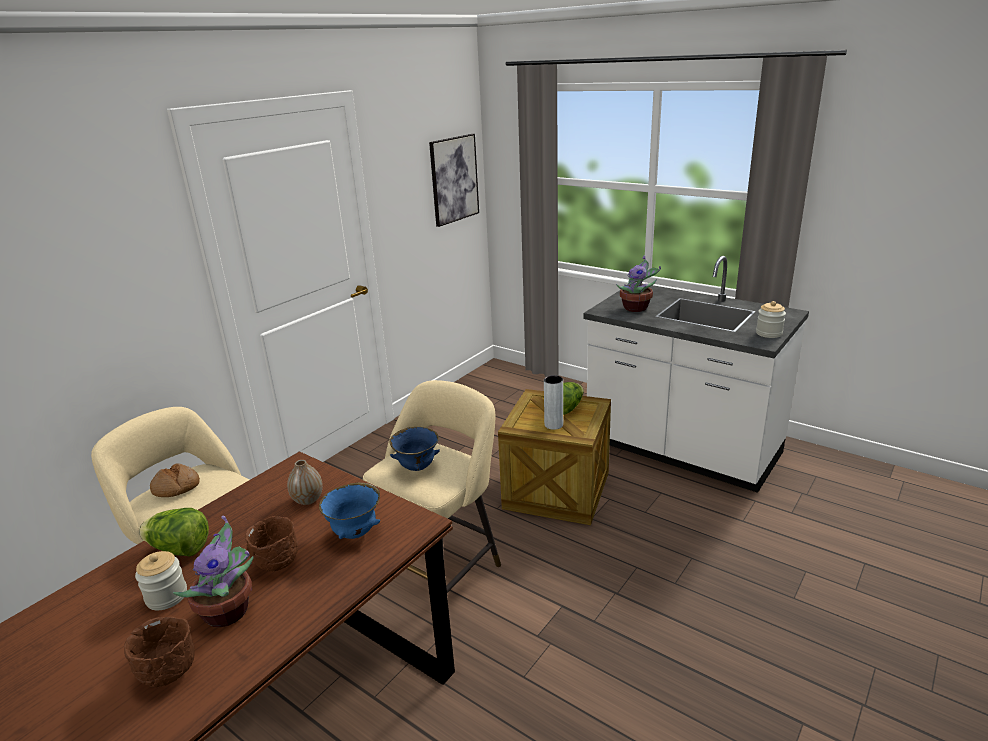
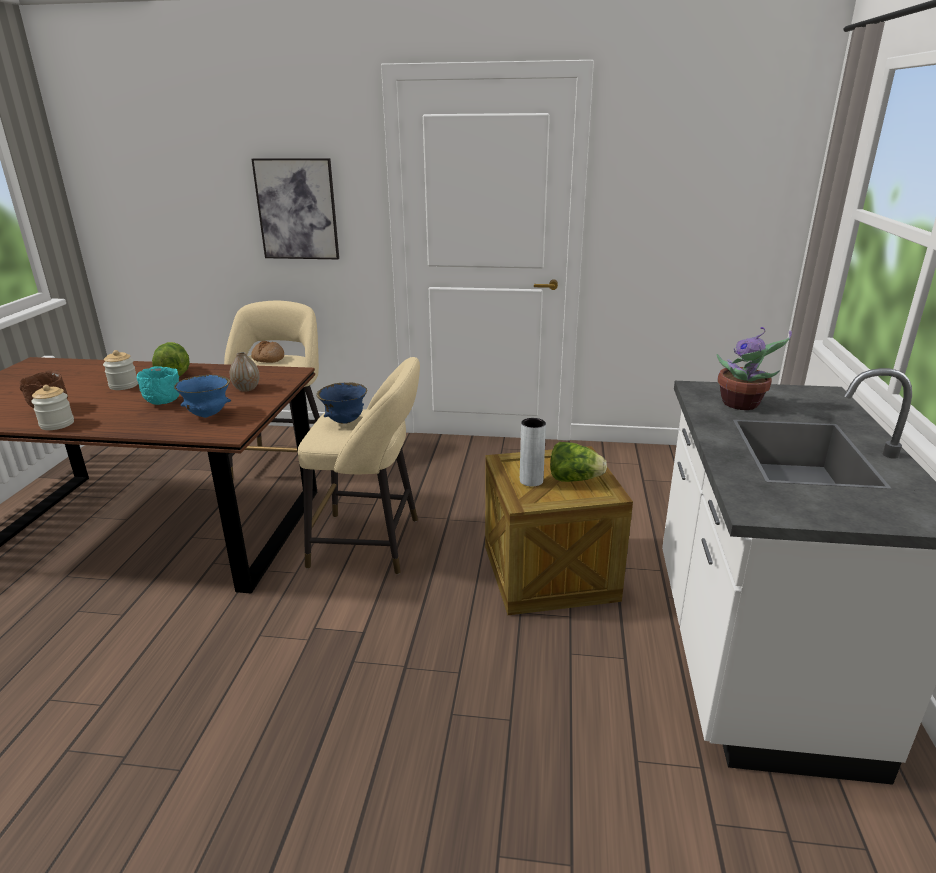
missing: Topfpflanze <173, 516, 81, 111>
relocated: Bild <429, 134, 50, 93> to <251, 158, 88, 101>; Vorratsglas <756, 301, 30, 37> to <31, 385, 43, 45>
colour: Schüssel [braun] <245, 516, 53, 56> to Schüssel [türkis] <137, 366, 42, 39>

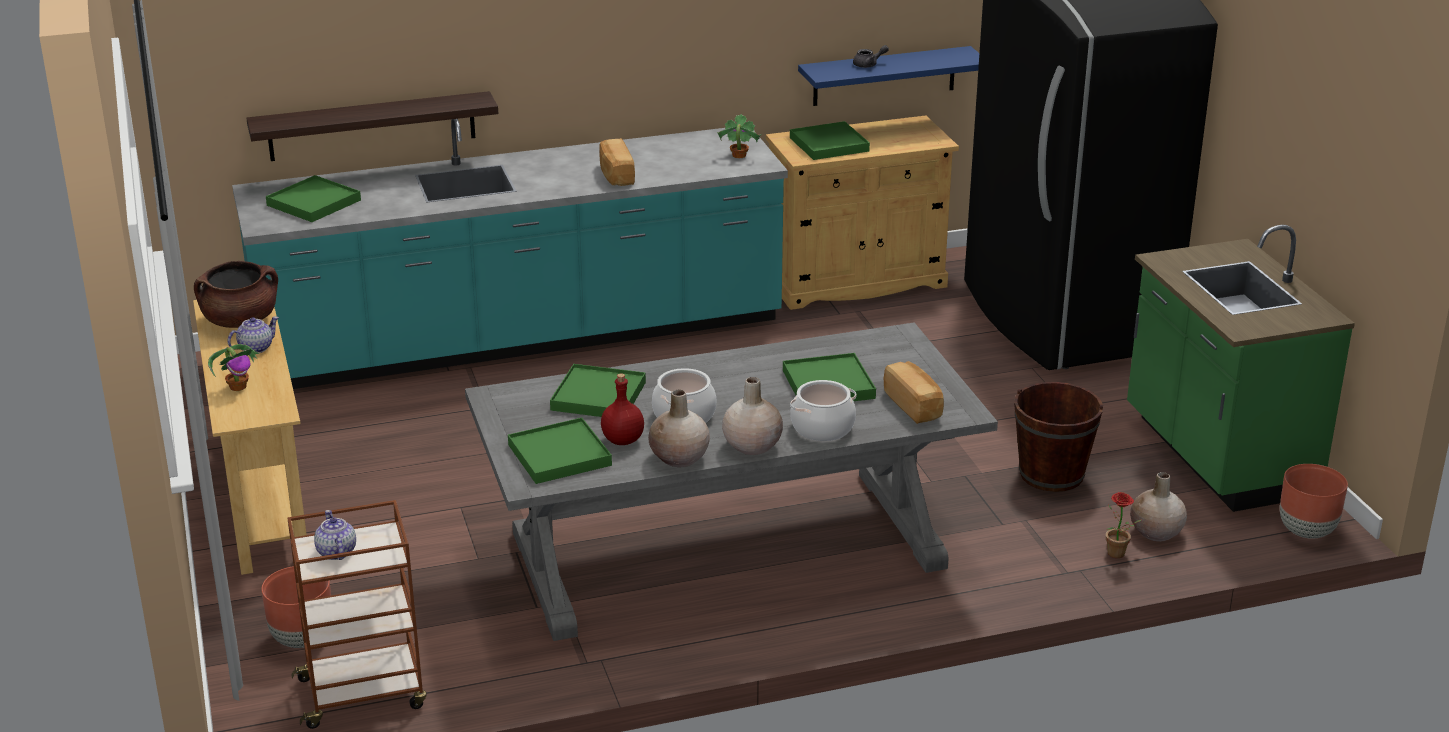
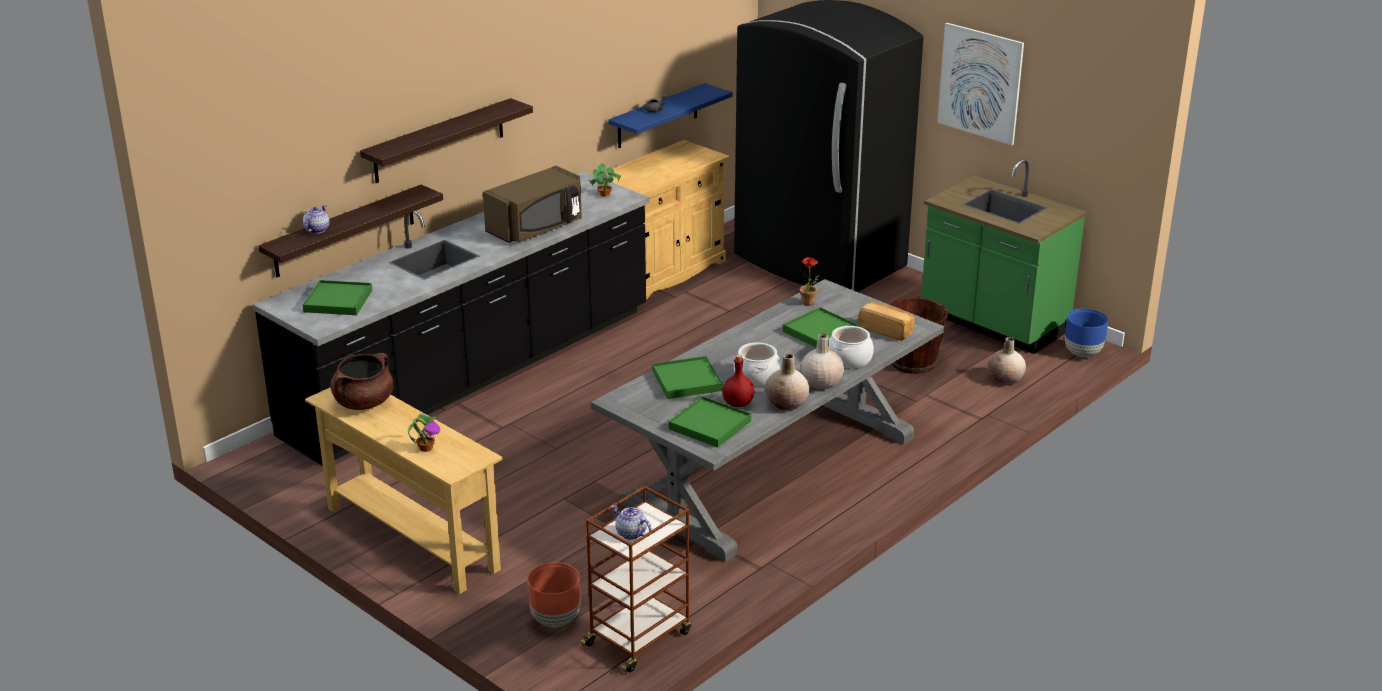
missing: Tablett [grün] <790, 121, 80, 39>
appeared: Bild <937, 23, 87, 122>; Wandregal <360, 98, 173, 85>
relocated: Teekanne <228, 316, 51, 37> to <303, 205, 27, 29>; Topfpflanze <1106, 492, 35, 66> to <799, 257, 20, 49>
exchanged: Brot <599, 138, 36, 48> to Mikrowelle [braun] <483, 166, 99, 77>
colour: Küchenzeile [türkis] <232, 119, 556, 270> to Küchenzeile [schwarz] <253, 172, 397, 294>; Pflanzkübel [braun] <1280, 464, 68, 75> to Pflanzkübel [blau] <1065, 308, 43, 49>

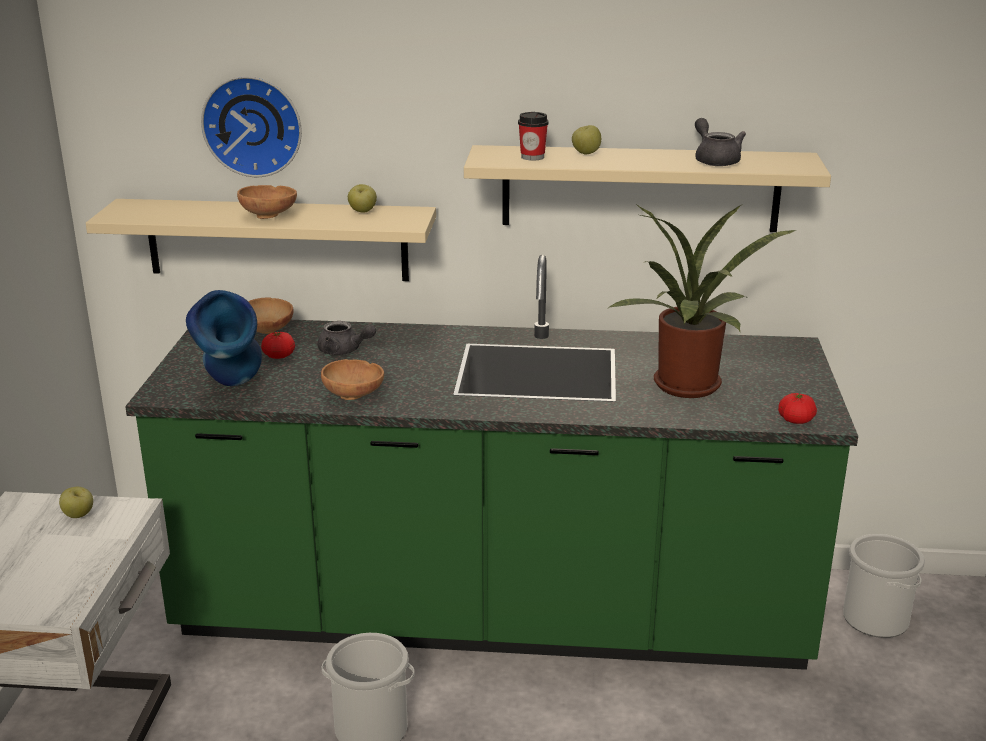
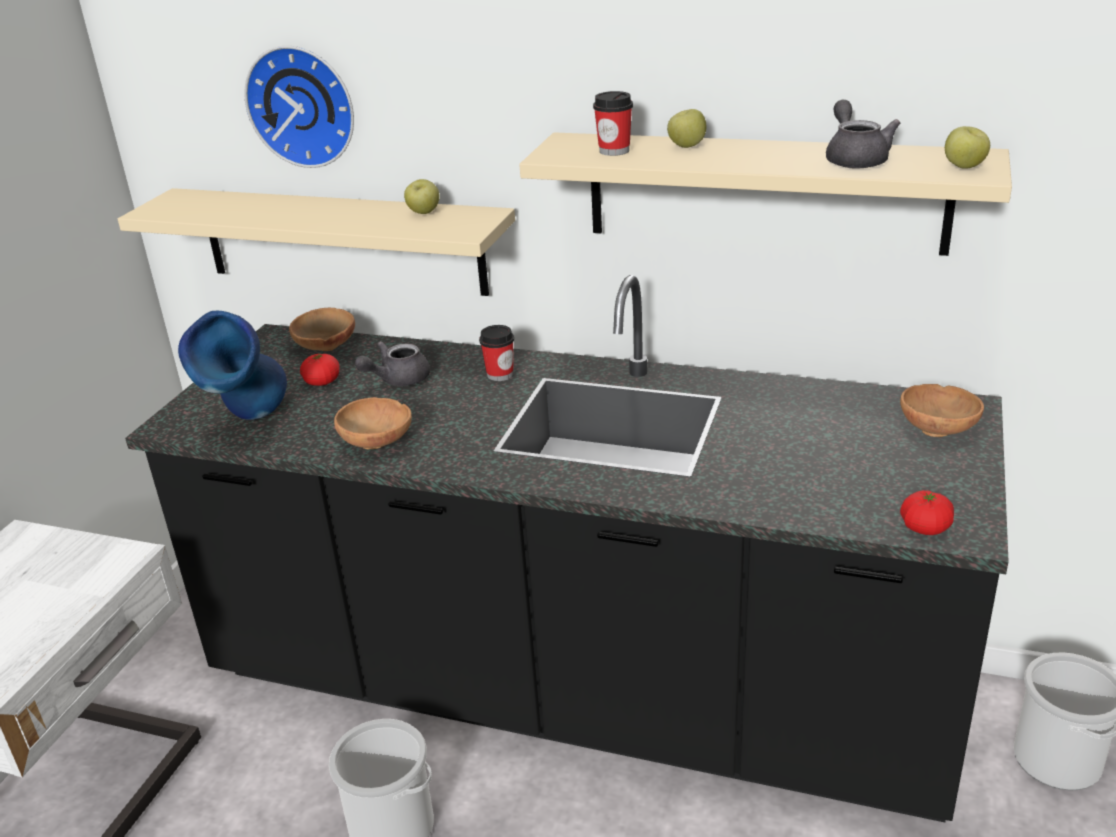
missing: Topfpflanze <607, 205, 190, 193>
appeared: Tasse <479, 325, 35, 56>
relocated: Schüssel [braun] <237, 185, 60, 34> to <900, 384, 84, 53>; Apfel <59, 487, 34, 31> to <945, 126, 45, 43>
colour: Küchenzeile [grün] <125, 255, 733, 415> to Küchenzeile [schwarz] <125, 275, 884, 547>
spun: Teekanne [grau] <318, 321, 58, 34> = <355, 341, 75, 45> 105 degrees clockwise

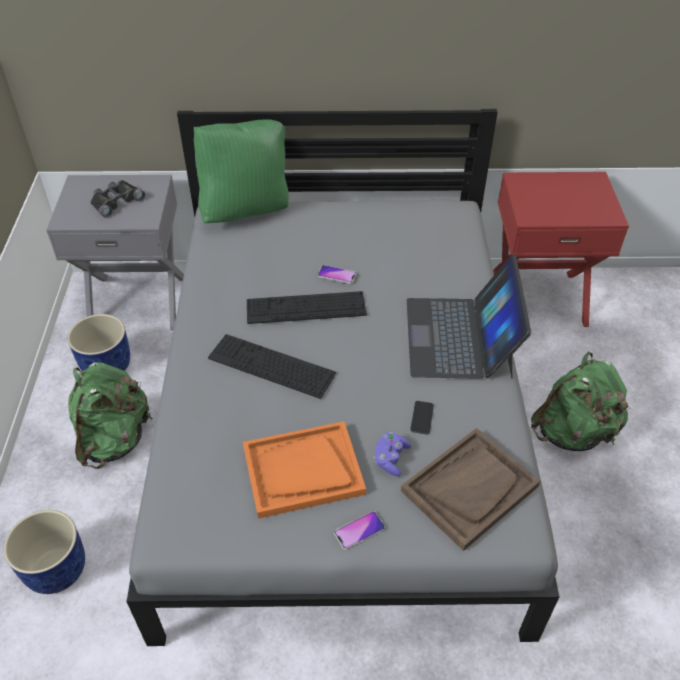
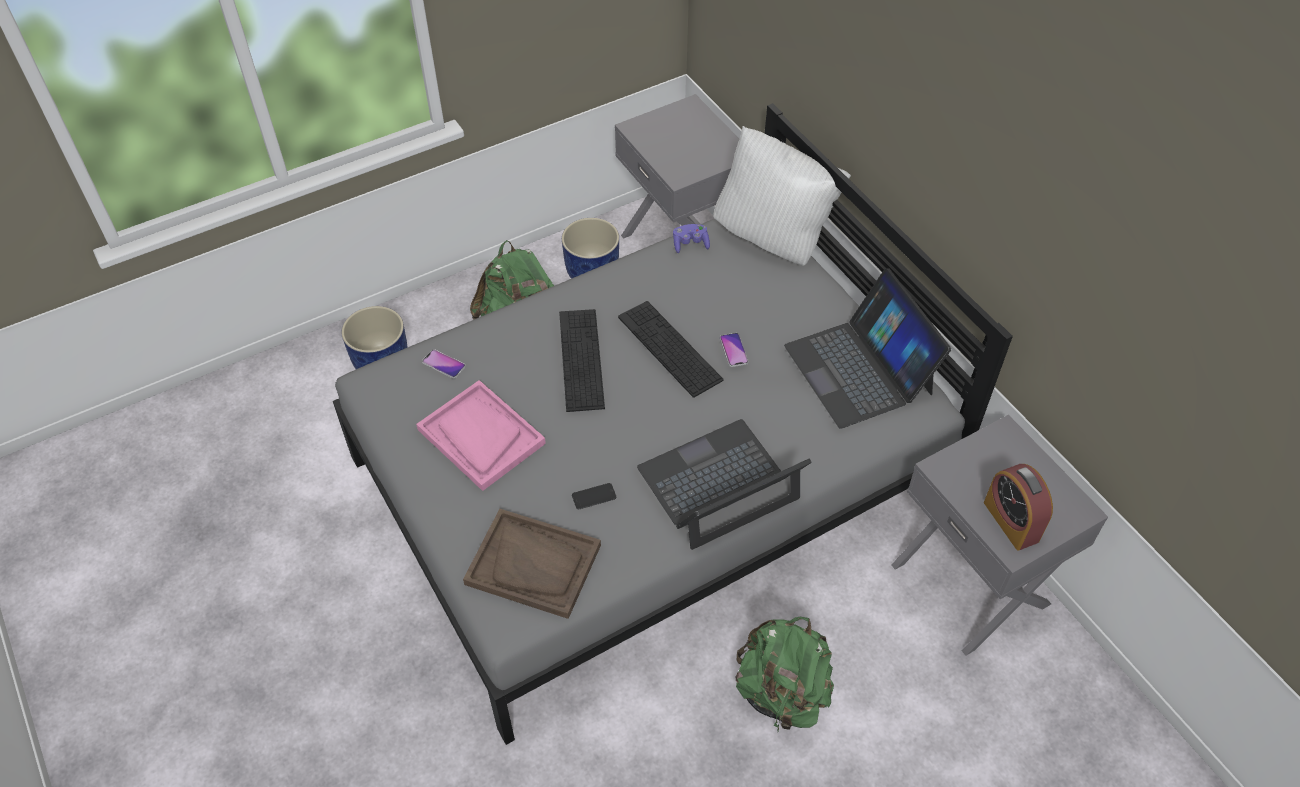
missing: Fernglas [schwarz] <90, 180, 55, 38>
appeared: Laptop <784, 268, 167, 161>; Wecker <984, 464, 69, 87>
relocated: Gamepad [lila] <374, 432, 37, 44> to <673, 224, 37, 29>; Handy <334, 511, 51, 39> to <422, 349, 43, 29>
colour: Kissen [grün] <194, 119, 95, 104> to Kissen [weiß] <713, 126, 138, 140>; Nachttisch [rot] <493, 172, 136, 155> to Nachttisch [grau] <892, 415, 216, 241>; Tablett [orange] <243, 421, 123, 98> to Tablett [rosa] <416, 380, 130, 111>

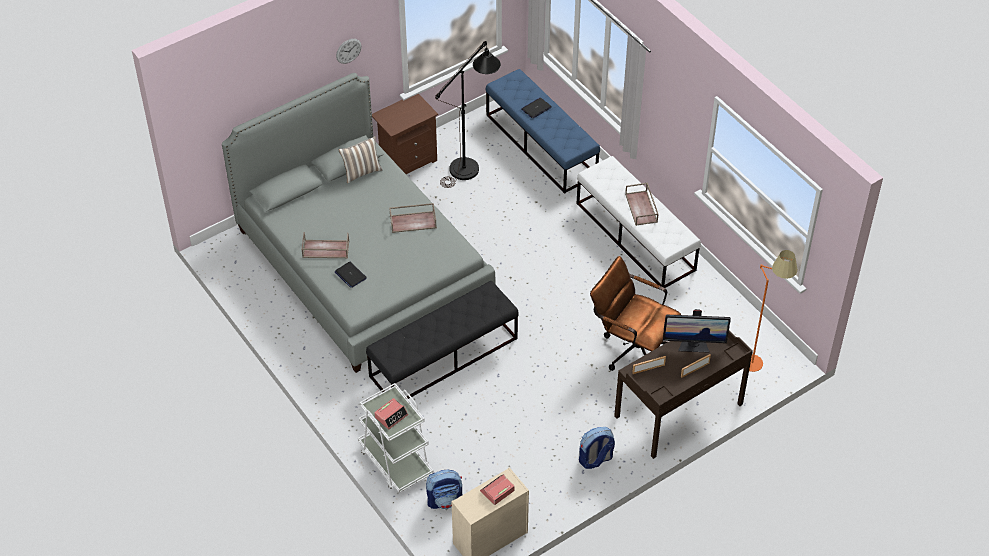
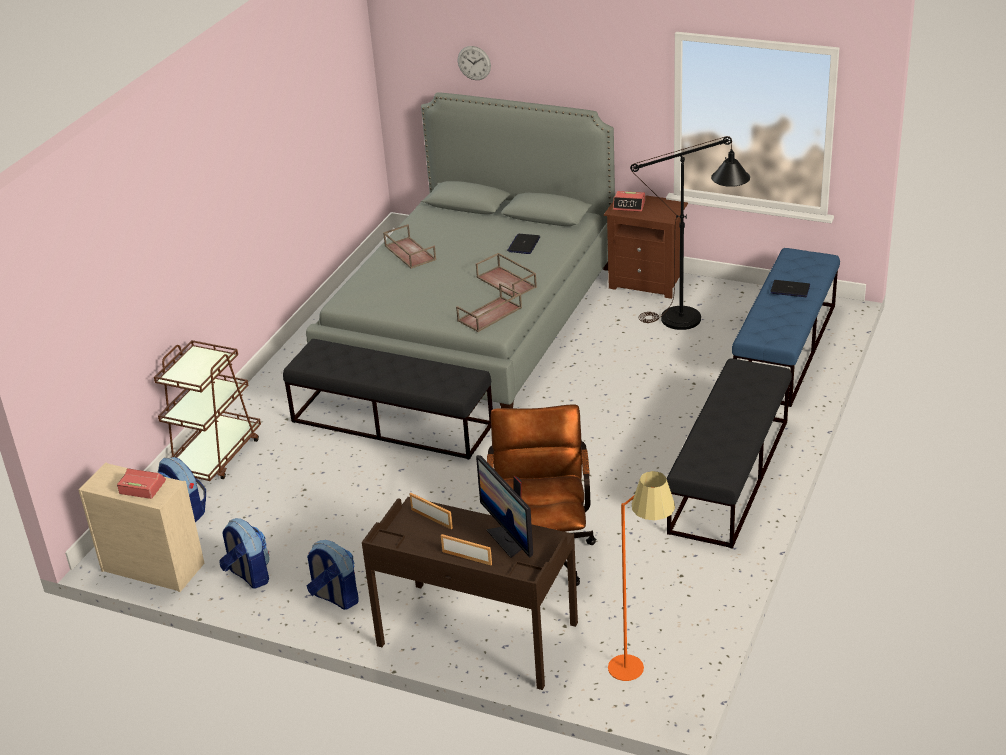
missing: Kissen <339, 136, 43, 47>
appeared: Rucksack <219, 518, 51, 71>
relocated: Wanduhr <336, 39, 26, 25> to <458, 46, 33, 34>; Tablett [braun] <625, 182, 34, 44> to <456, 283, 66, 49>; Laptop <335, 262, 32, 26> to <507, 234, 33, 20>; Wecker <374, 398, 34, 31> to <613, 191, 32, 21>
colour: Bank [weiß] <576, 156, 125, 132> to Bank [schwarz] <666, 358, 126, 191>; Rollwagen [weiß] <358, 383, 76, 110> to Rollwagen [braun] <154, 340, 107, 141>

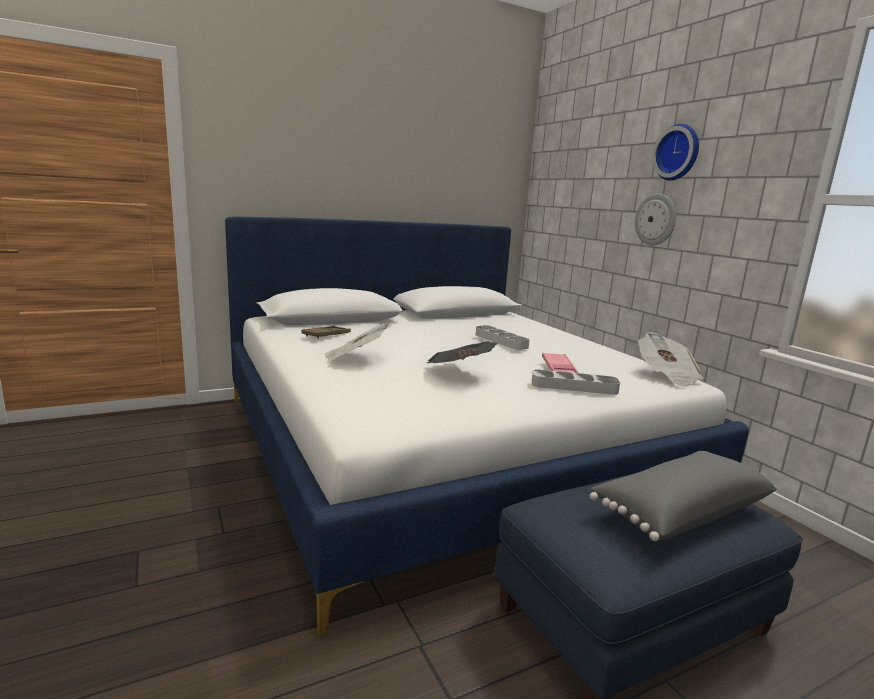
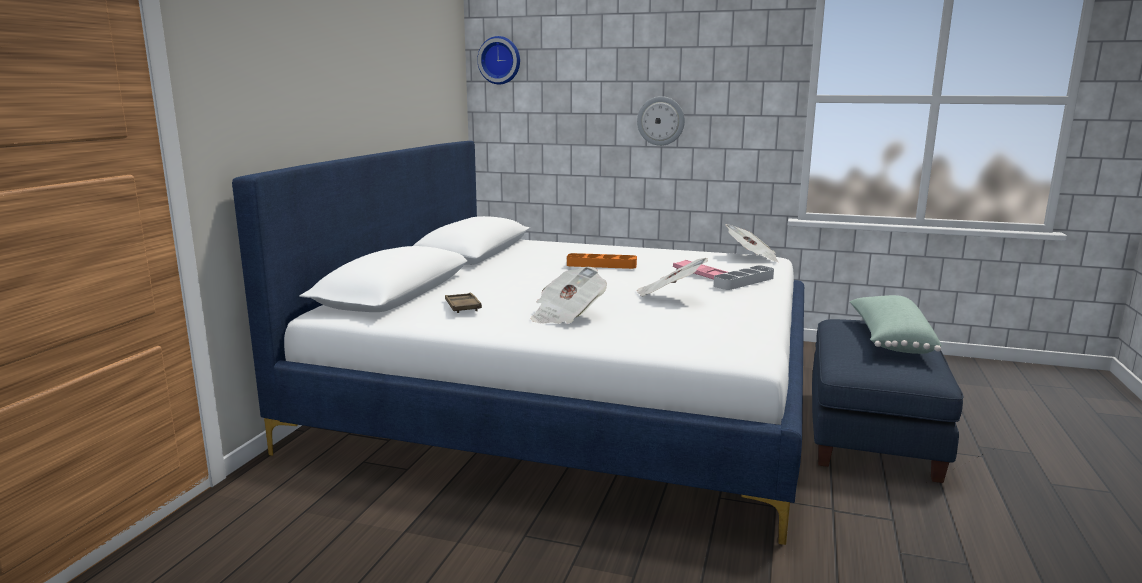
relocated: Wanduhr <652, 124, 47, 56> to <477, 36, 43, 48>
colour: Tablett [grau] <476, 325, 54, 25> to Tablett [orange] <567, 253, 70, 16>; Kissen [grau] <590, 451, 187, 90> to Kissen [grün] <850, 295, 92, 59>

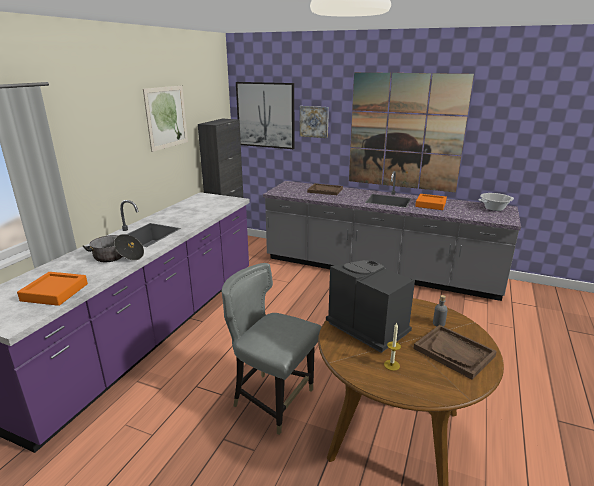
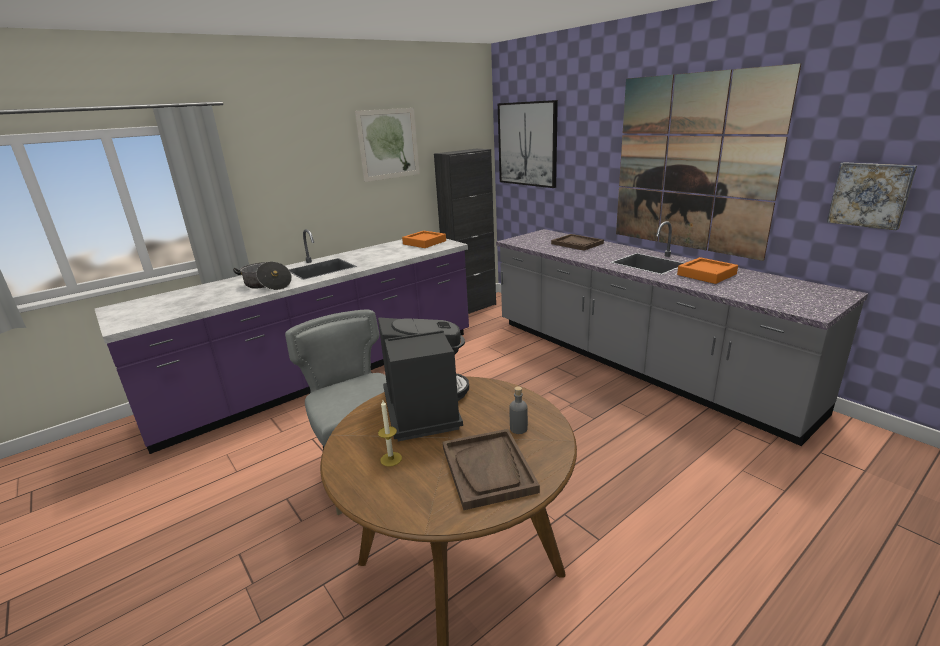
missing: Kochtopf <479, 193, 35, 18>
relocated: Bild <299, 106, 30, 32> to <827, 162, 90, 68>; Tablett [orange] <17, 272, 71, 34> to <402, 231, 44, 17>

